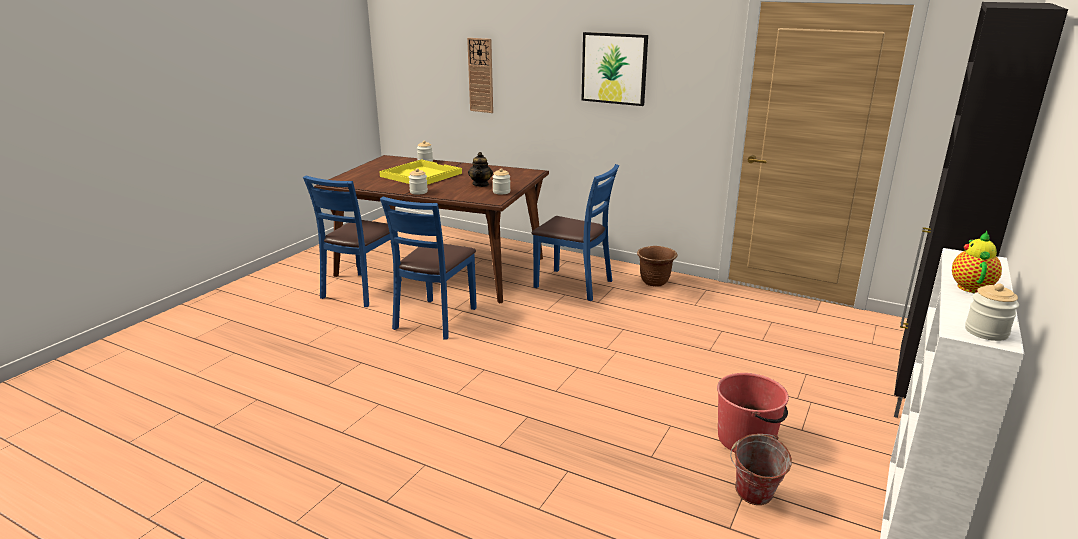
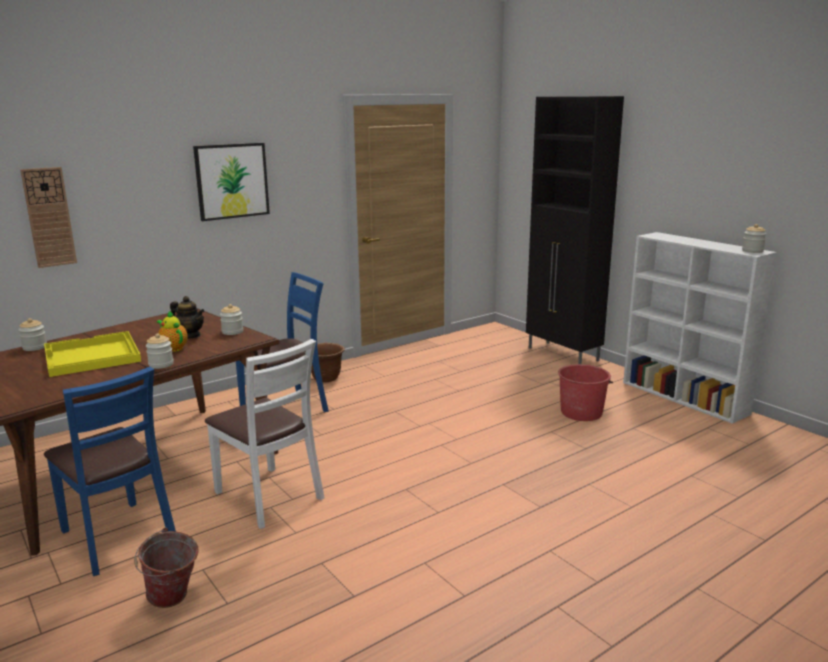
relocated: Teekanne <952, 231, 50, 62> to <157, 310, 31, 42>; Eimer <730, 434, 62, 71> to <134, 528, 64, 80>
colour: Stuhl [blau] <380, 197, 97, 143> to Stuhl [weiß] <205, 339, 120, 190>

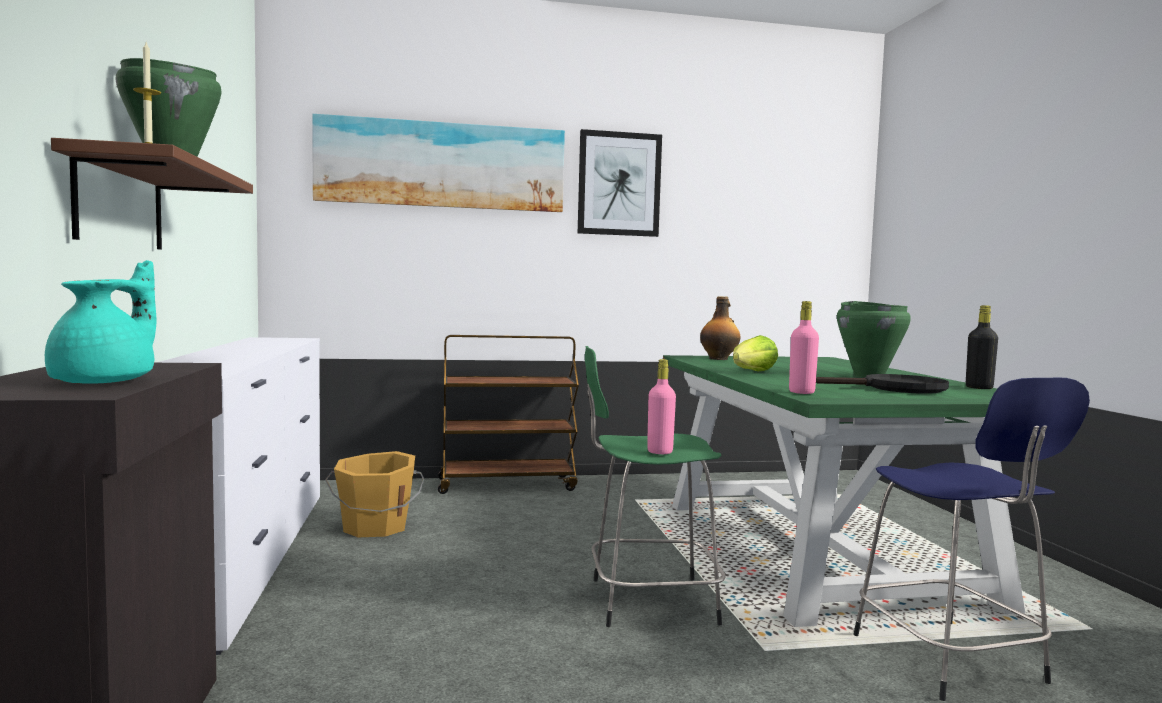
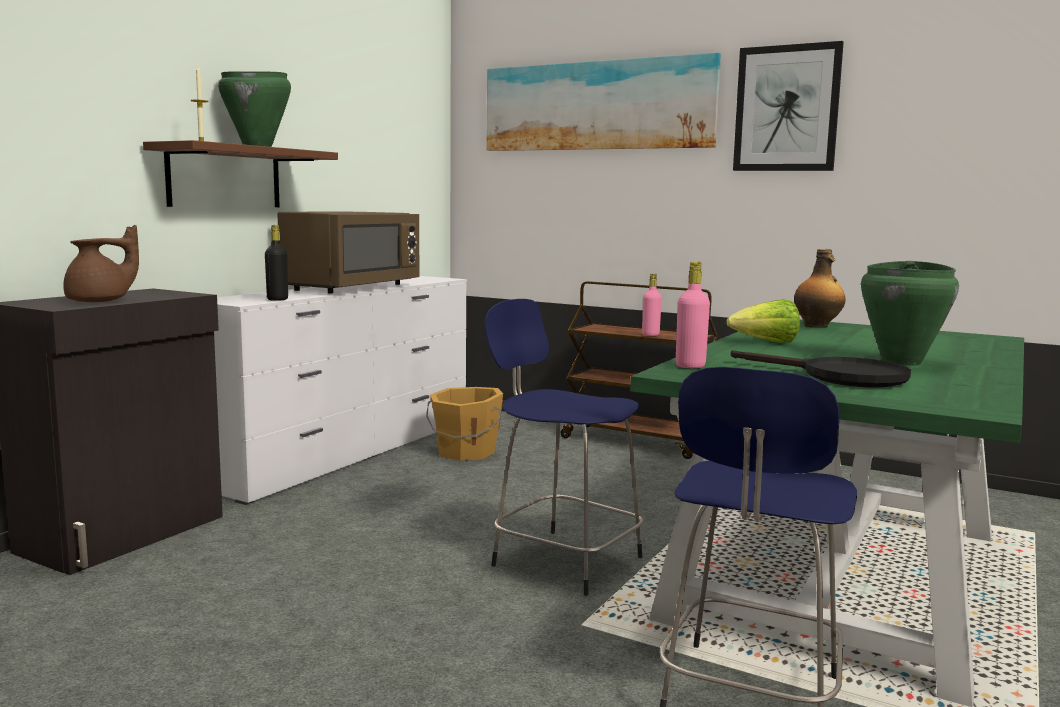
appeared: Mikrowelle [braun] <277, 212, 142, 82>
relocated: Flasche [schwarz] <966, 305, 32, 84> to <265, 225, 23, 76>; Flasche [rosa] <647, 359, 29, 95> to <642, 273, 20, 63>
colour: Teekanne [türkis] <45, 260, 112, 124> to Teekanne [braun] <63, 225, 76, 77>; Hocker [grün] <585, 346, 141, 281> to Hocker [blau] <484, 299, 160, 297>

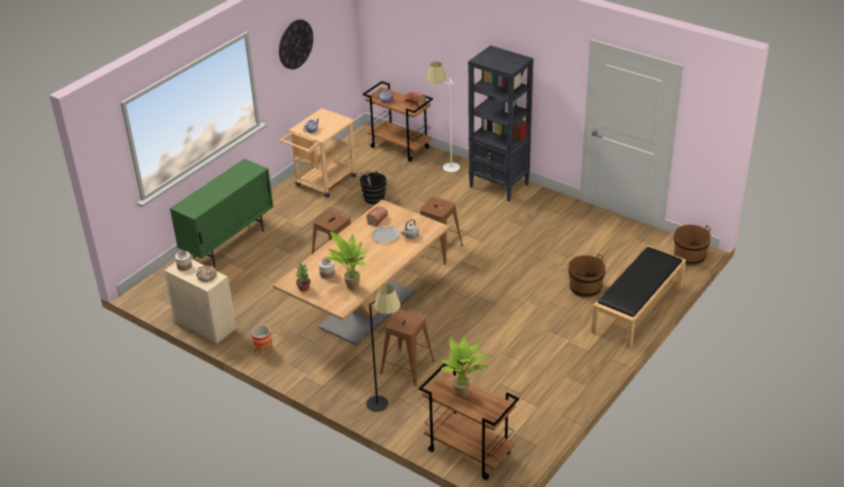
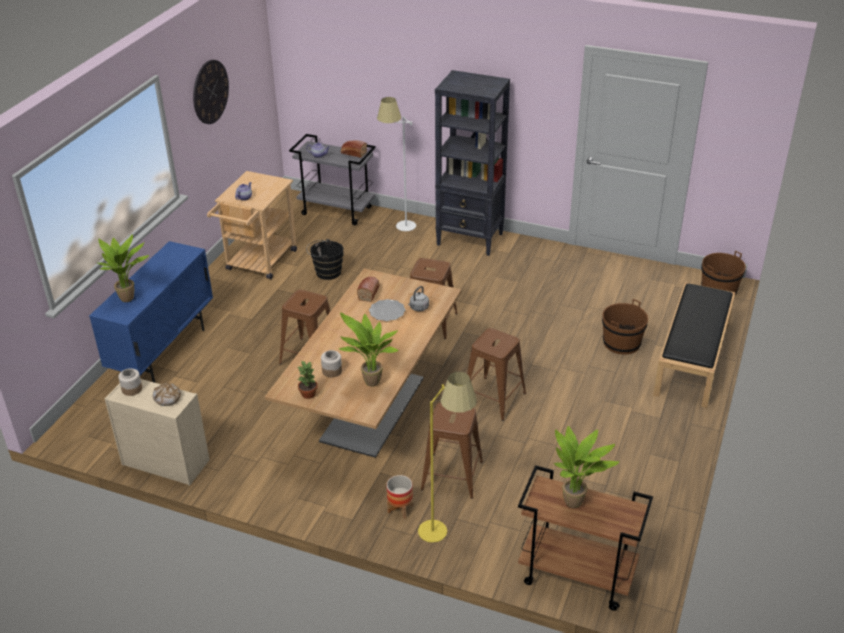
appeared: Topfpflanze <96, 234, 53, 68>; Hocker [braun] <467, 328, 59, 93>
relocated: Pflanzkübel <251, 325, 22, 32> to <386, 475, 27, 44>
colour: Rollwagen [braun] <363, 81, 70, 81> to Rollwagen [grau] <289, 134, 87, 92>; Schrank [grün] <170, 159, 103, 109> to Schrank [blau] <89, 241, 124, 142>; Stehlampe [schwarz] <366, 284, 34, 128> to Stehlampe [gelb] <418, 372, 59, 171>

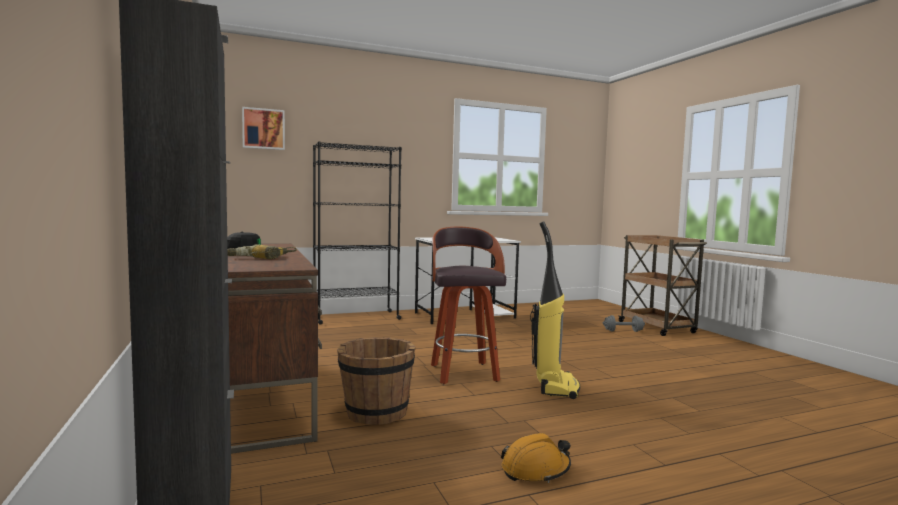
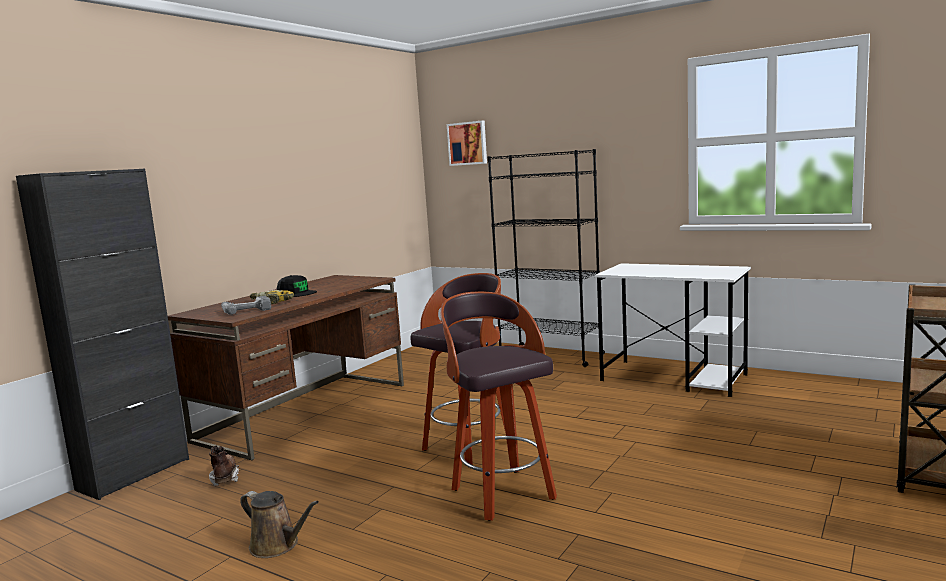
missing: Hantel [grau] <603, 315, 42, 17>; Eimer [braun] <337, 338, 78, 87>
appeared: Bohrmaschine <221, 296, 50, 19>; Stiefel [braun] <209, 446, 30, 40>
exchanged: Staubsauger <530, 221, 50, 178> to Hocker <440, 291, 117, 230>; Schutzhelm [orange] <501, 433, 70, 50> to Gießkanne [braun] <240, 491, 79, 67>

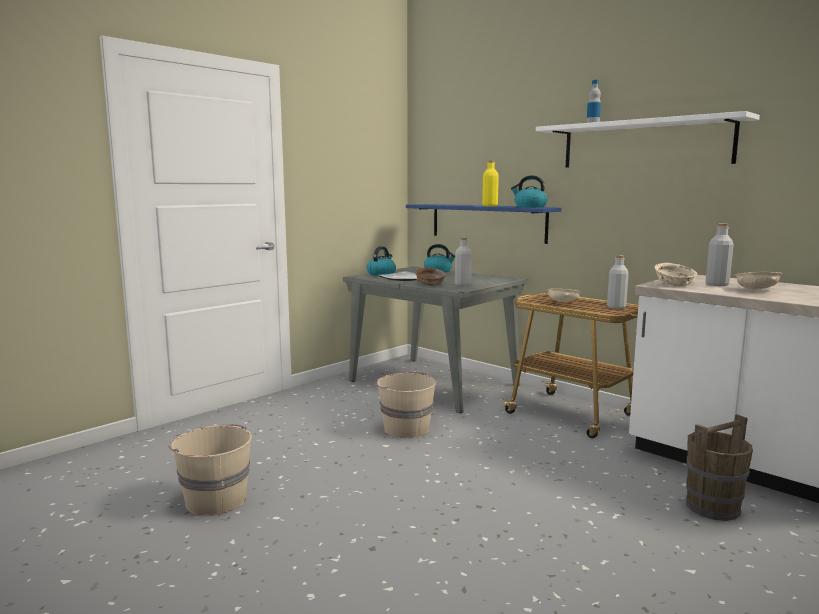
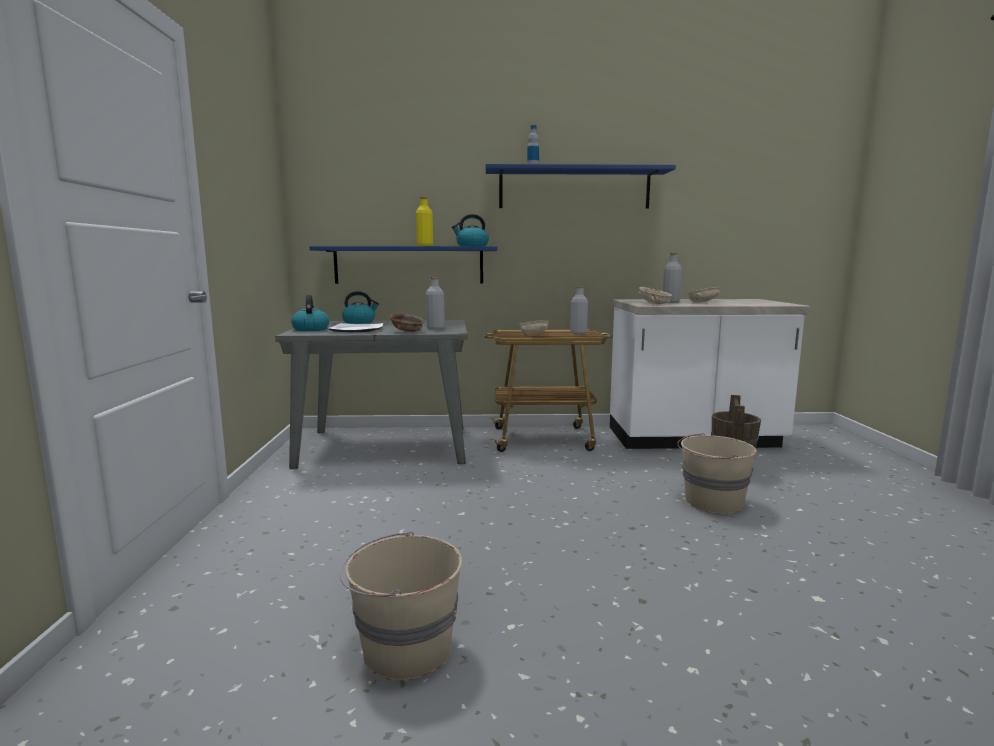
relocated: Eimer [beige] <374, 372, 62, 66> to <677, 433, 79, 81>
colour: Wandregal [weiß] <536, 111, 224, 57> to Wandregal [blau] <486, 164, 190, 45>

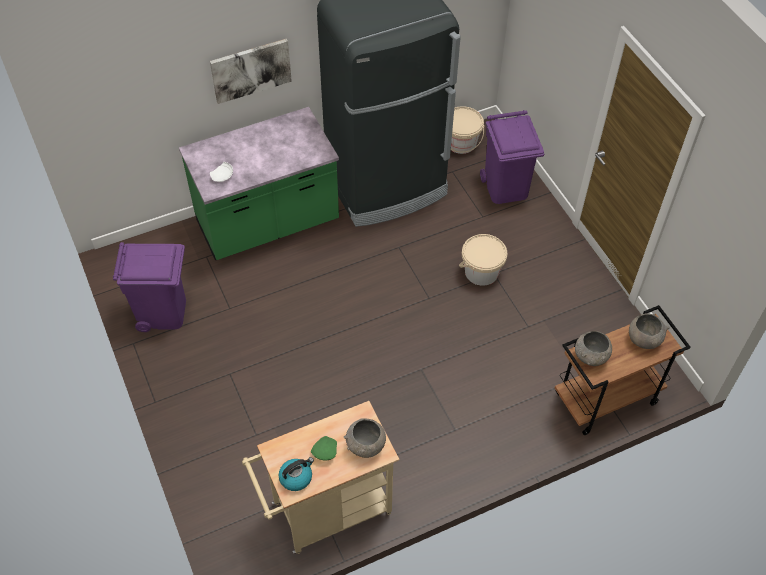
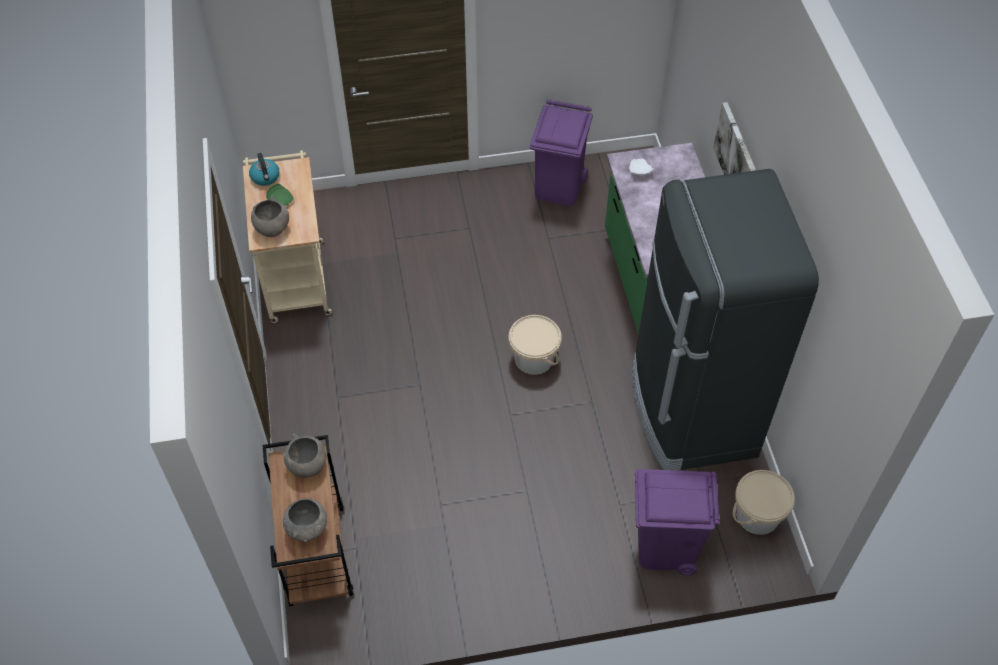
relocated: Eimer [beige] <459, 234, 49, 52> to <508, 315, 54, 60>

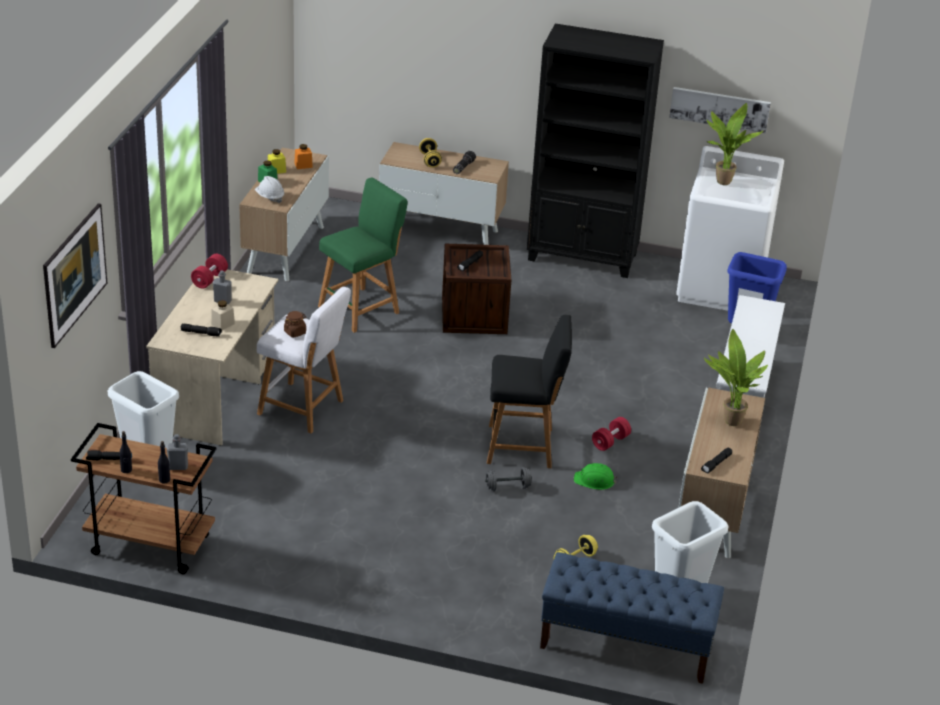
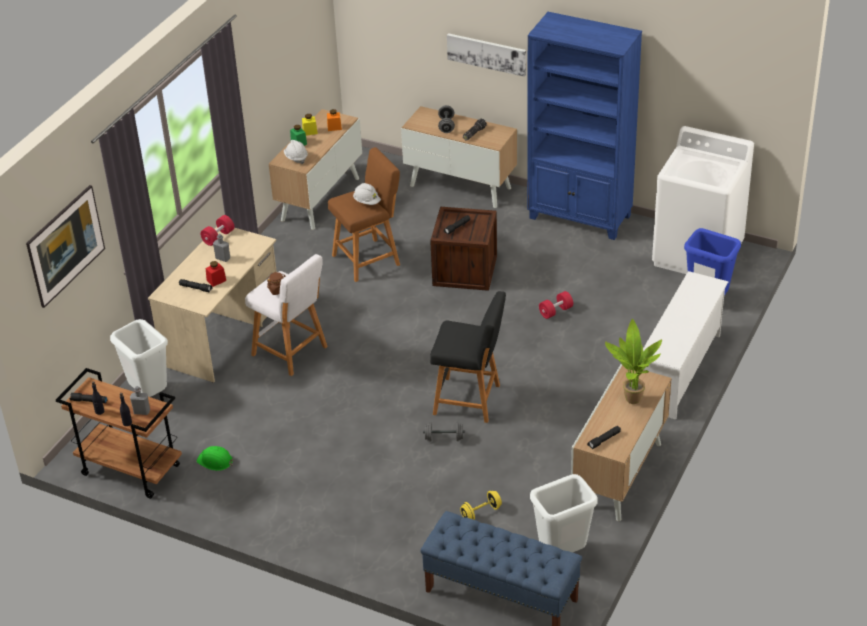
missing: Topfpflanze <706, 103, 58, 82>
appeared: Schutzhelm [weiß] <353, 183, 28, 22>
relocated: Bild <669, 87, 102, 46> to <447, 33, 79, 44>; Hantel [rot] <592, 417, 39, 34> to <539, 291, 34, 28>; Schutzhelm [grün] <574, 463, 44, 27> to <196, 446, 38, 25>
colour: Bücherregal [schwarz] <527, 24, 137, 254> to Bücherregal [blau] <527, 12, 115, 228>; Hantel [gelb] <419, 138, 23, 30> to Hantel [grau] <438, 105, 17, 28>; Hocker [grün] <318, 177, 90, 156> to Hocker [braun] <328, 147, 72, 135>; Vorratsglas [beige] <211, 300, 24, 30> to Vorratsglas [rot] <206, 261, 20, 26>

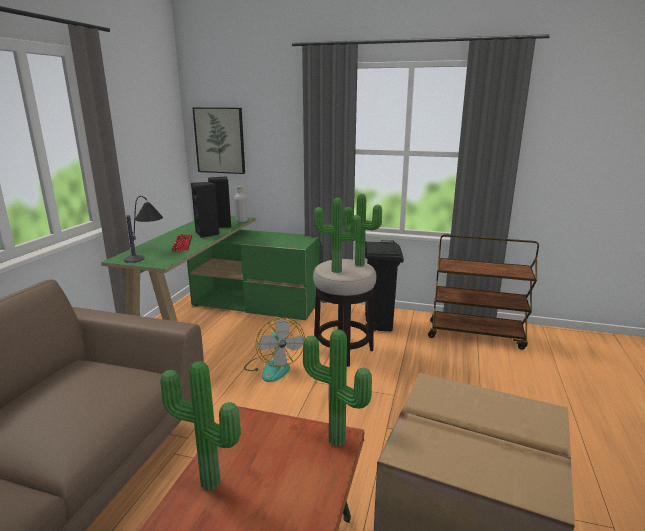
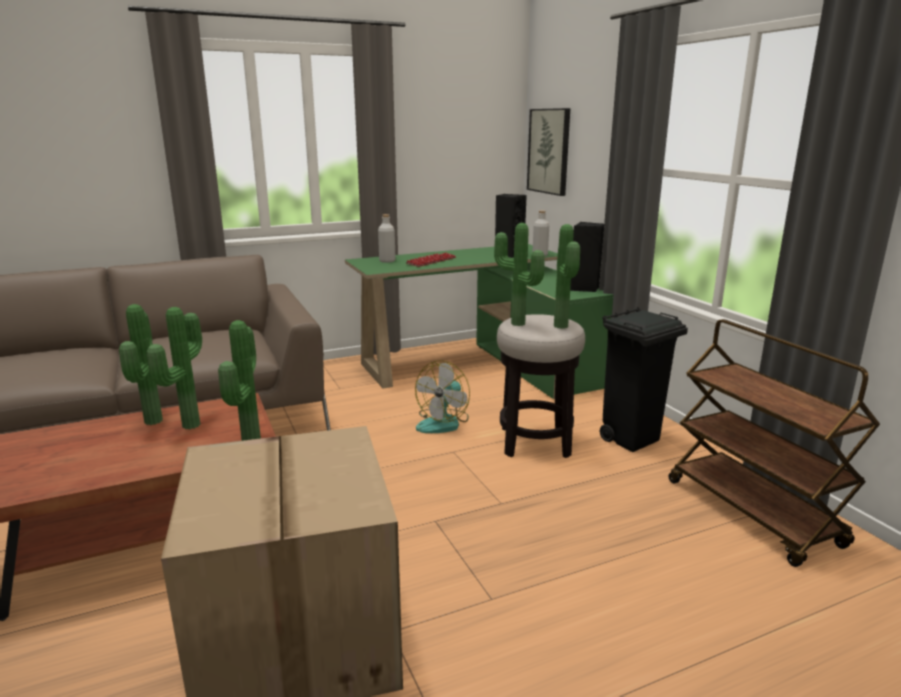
appeared: Topfpflanze <147, 307, 55, 122>
relocated: Lautsprecher [schwarz] <191, 182, 28, 56> to <570, 222, 34, 70>
exchanged: Tischlampe <124, 196, 39, 67> to Flasche [grau] <378, 214, 18, 49>

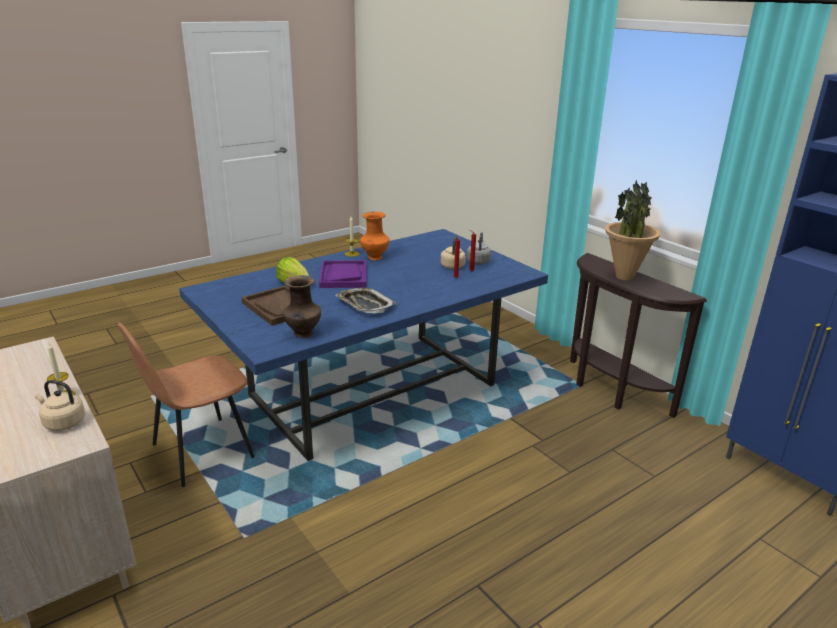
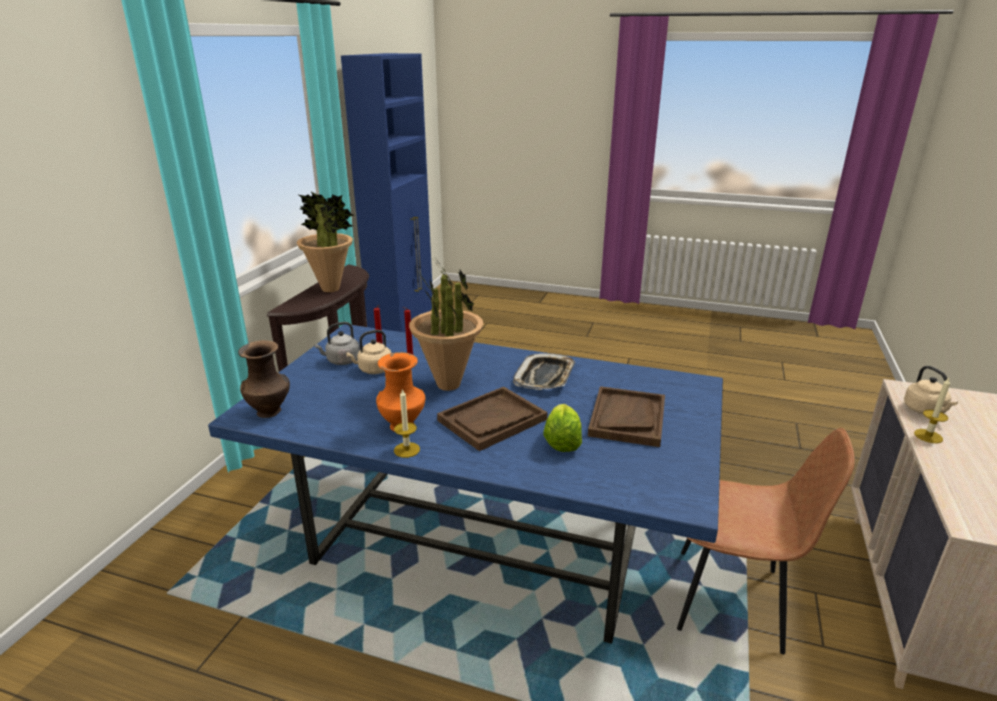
appeared: Topfpflanze <409, 259, 74, 132>
relocated: Vase [braun] <283, 275, 38, 63> to <238, 340, 52, 78>
colour: Tablett [lila] <319, 260, 47, 28> to Tablett [braun] <437, 387, 110, 64>

